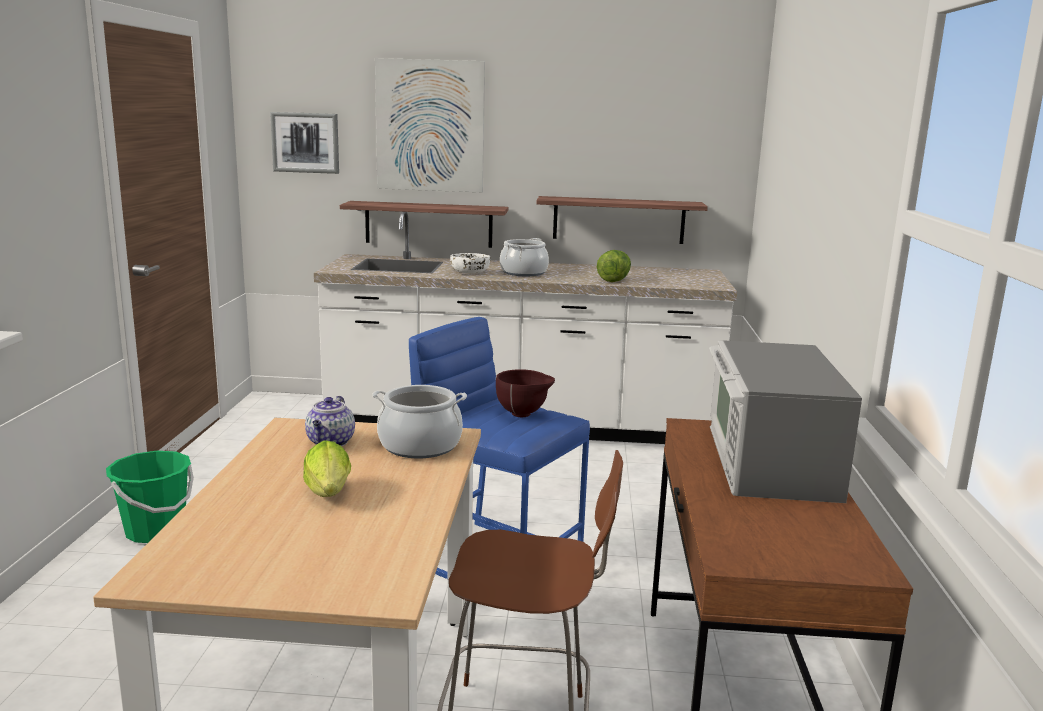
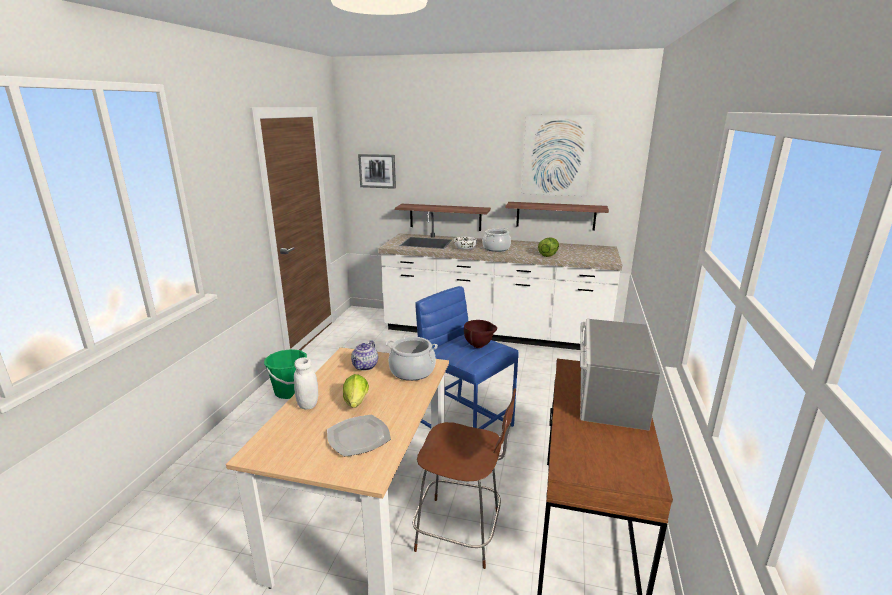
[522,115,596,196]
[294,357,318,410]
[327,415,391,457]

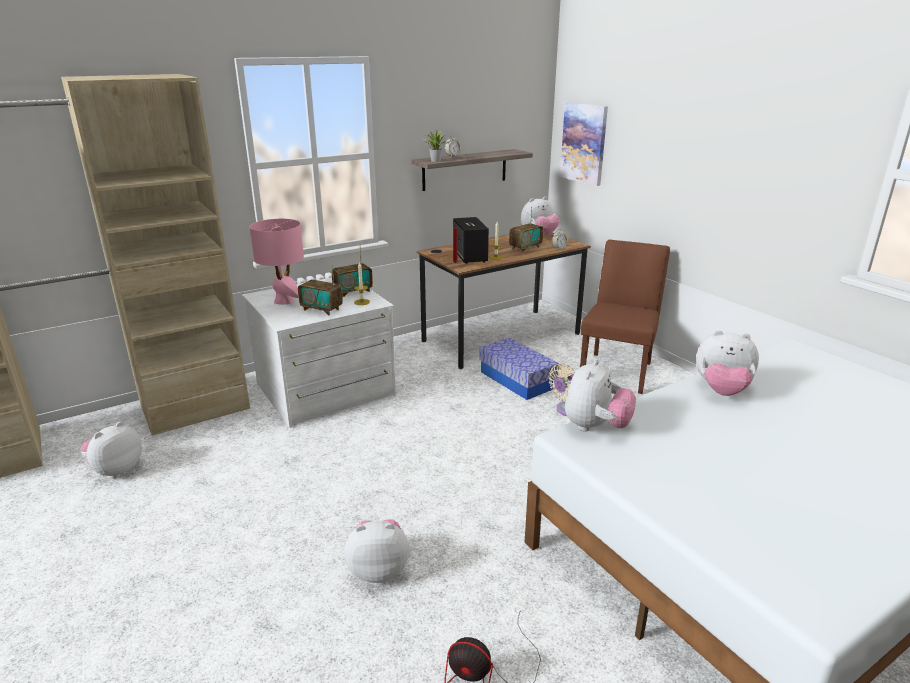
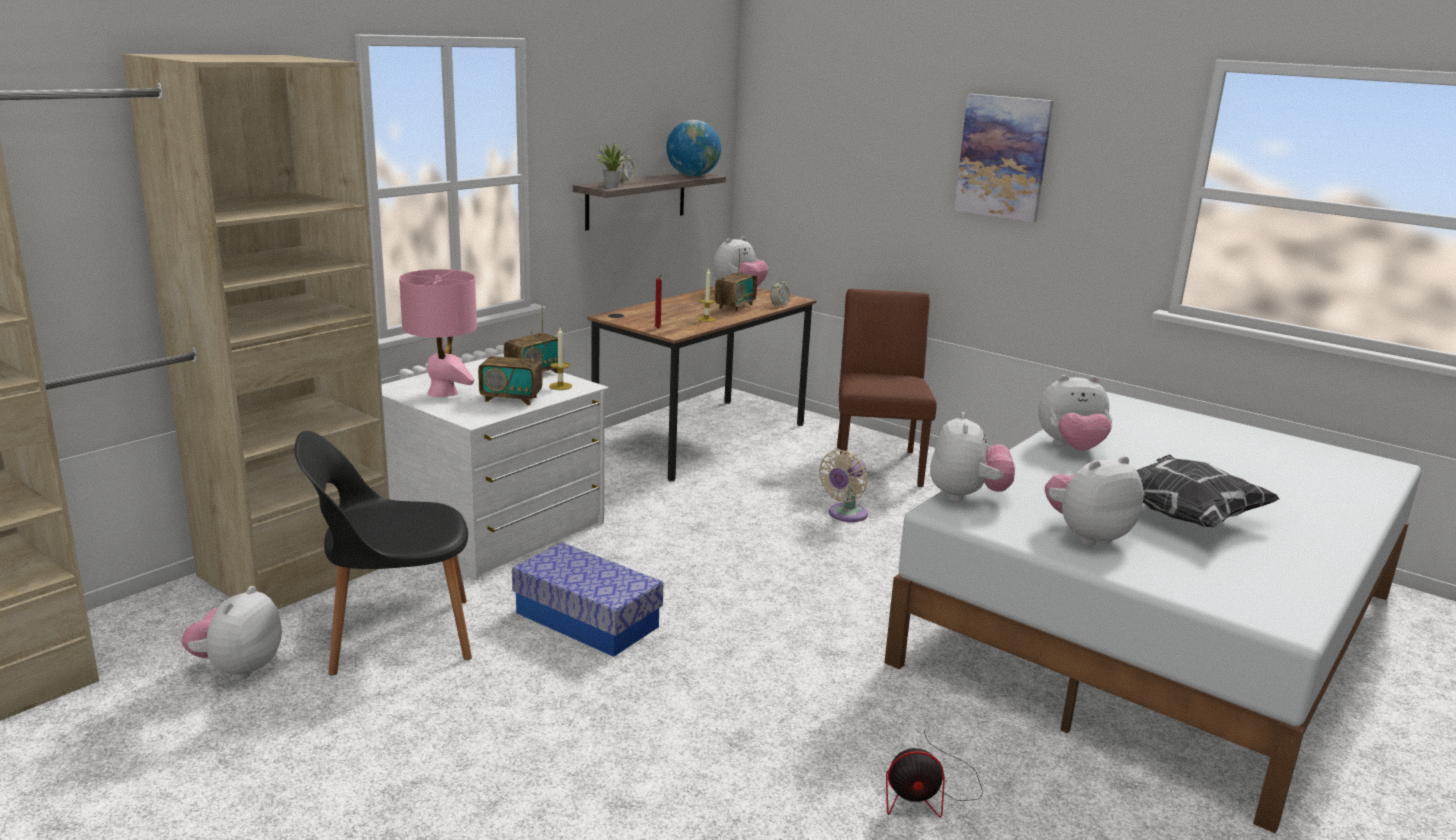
[954,94,1054,222]
[453,217,489,264] (first image)
[512,542,664,657]
[1045,456,1144,546]
[666,120,721,176]
[294,431,472,676]
[1136,454,1280,527]

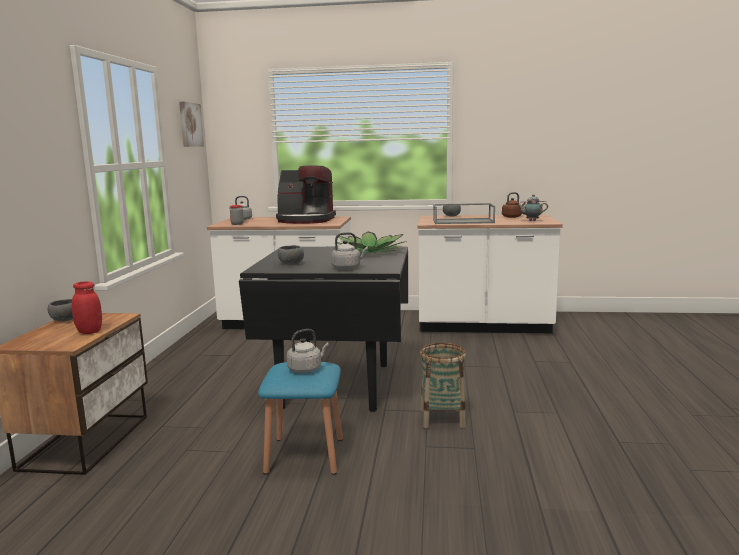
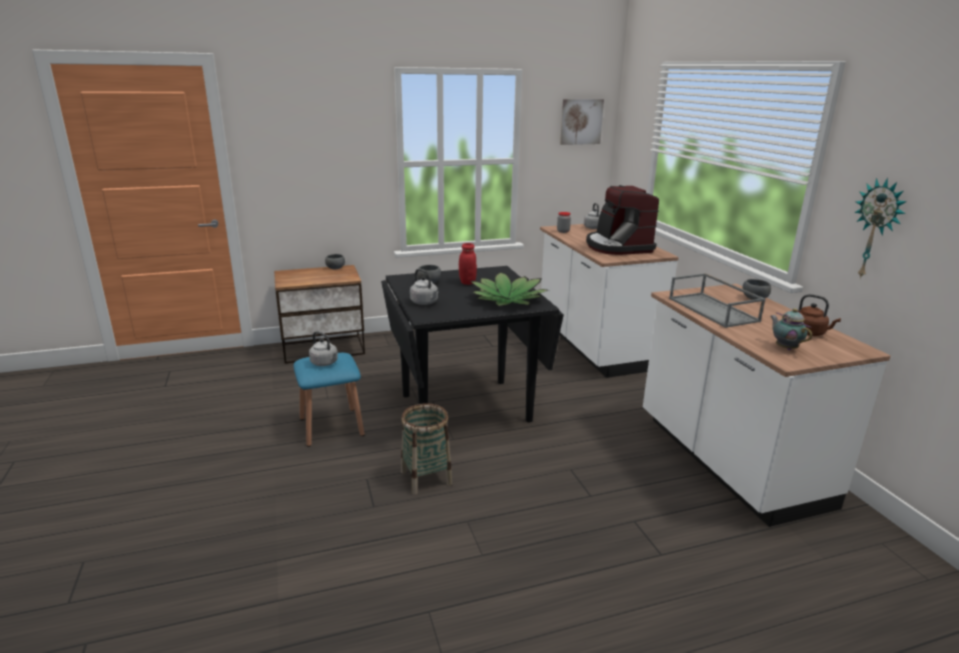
[459,243,477,285]
[854,178,907,279]

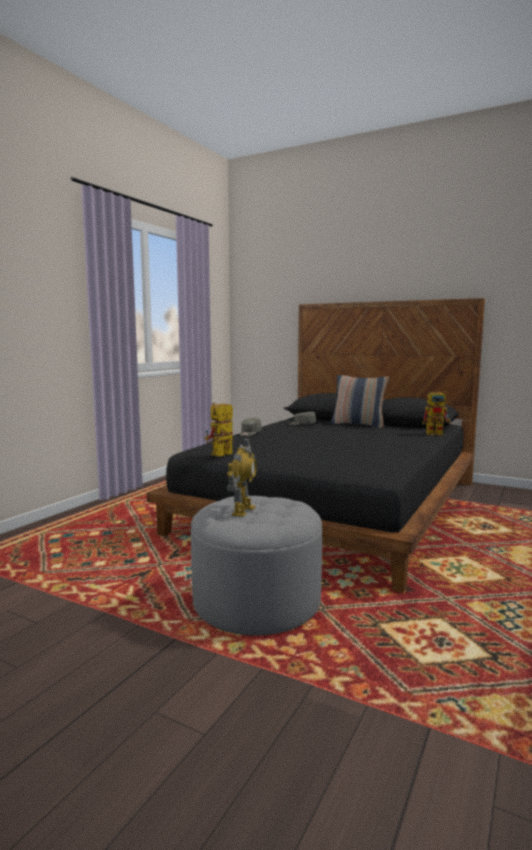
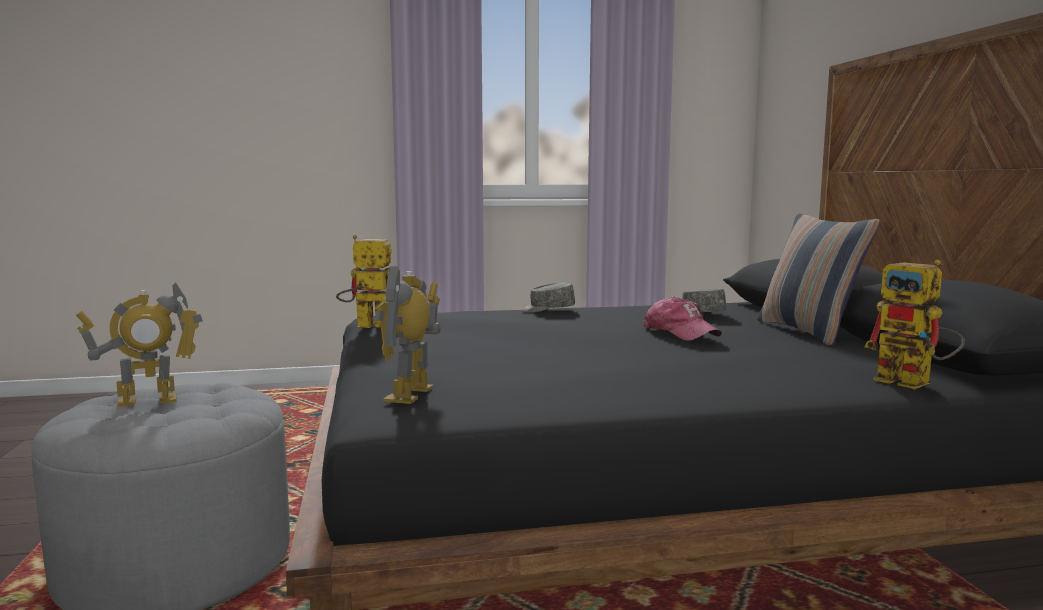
[375,266,441,404]
[643,296,722,341]

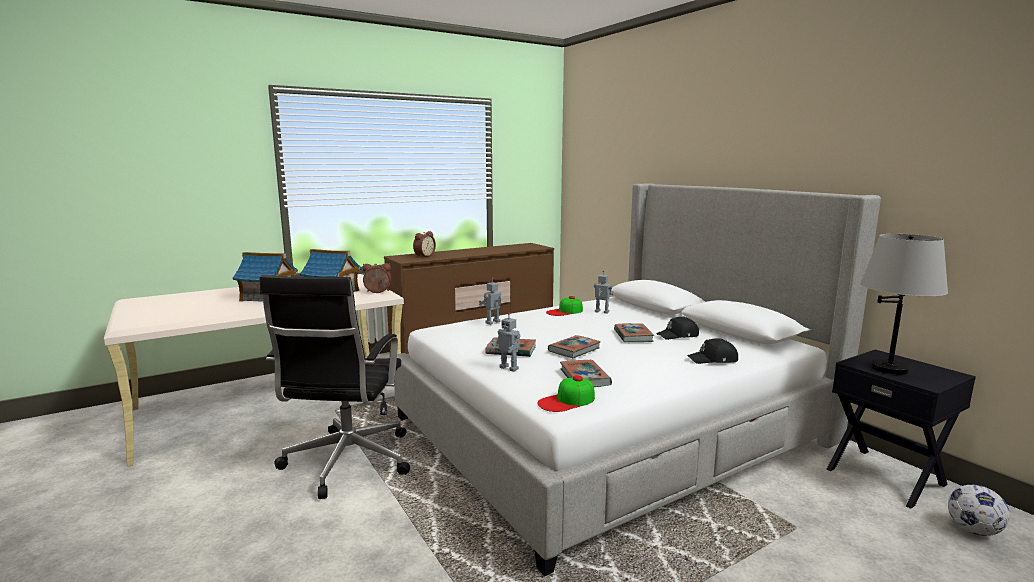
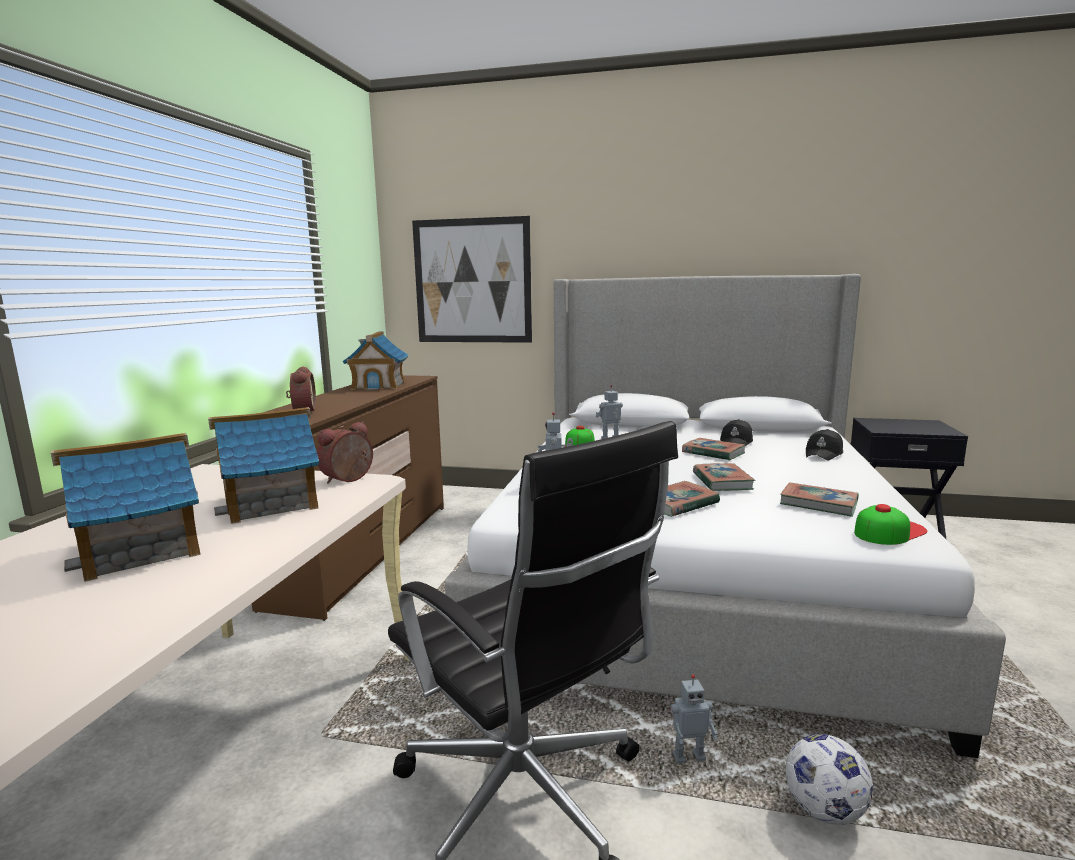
[860,234,948,375] (first image)
[670,674,718,763]
[854,504,928,545]
[786,734,873,825]
[412,216,532,343]
[343,332,409,390]

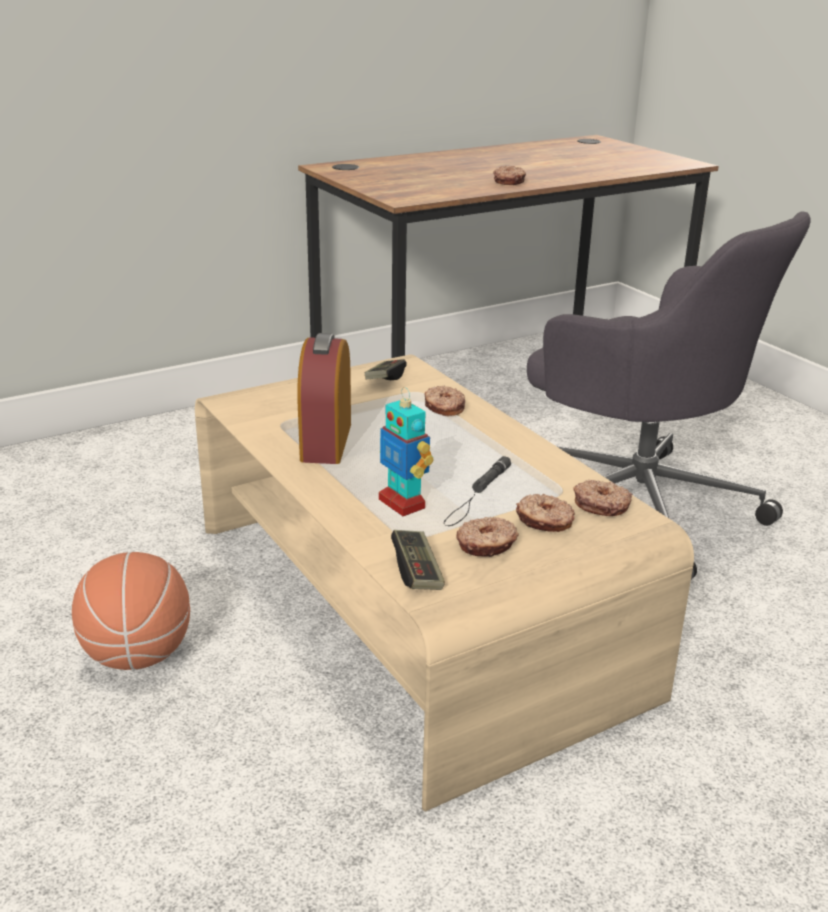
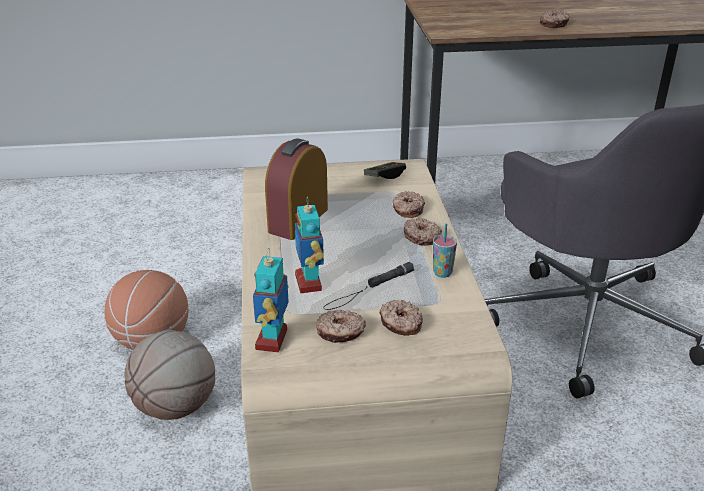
[404,218,442,246]
[253,248,289,352]
[433,223,457,278]
[124,330,215,420]

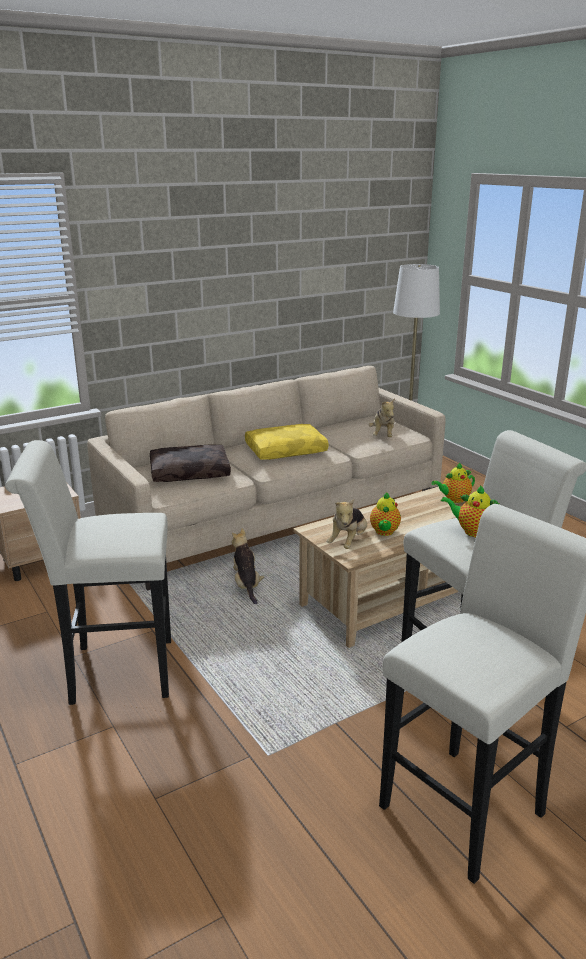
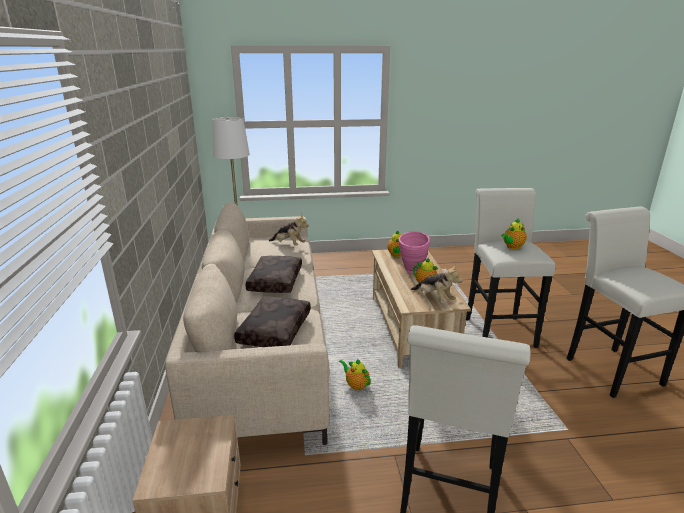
[246,256,302,293]
[339,358,371,390]
[399,232,430,273]

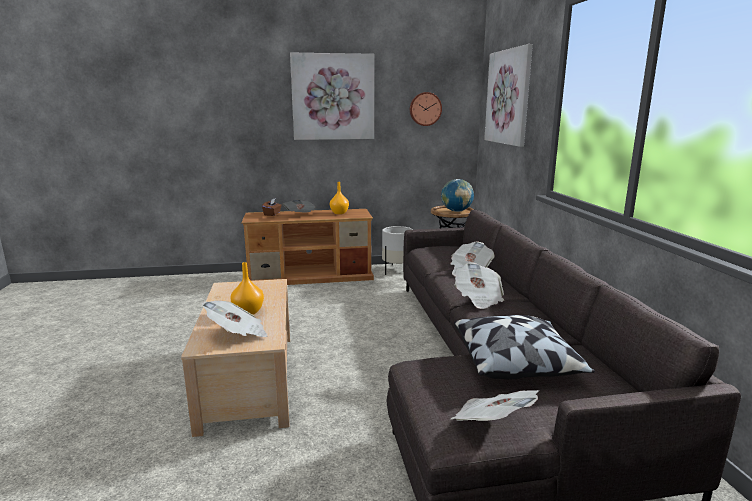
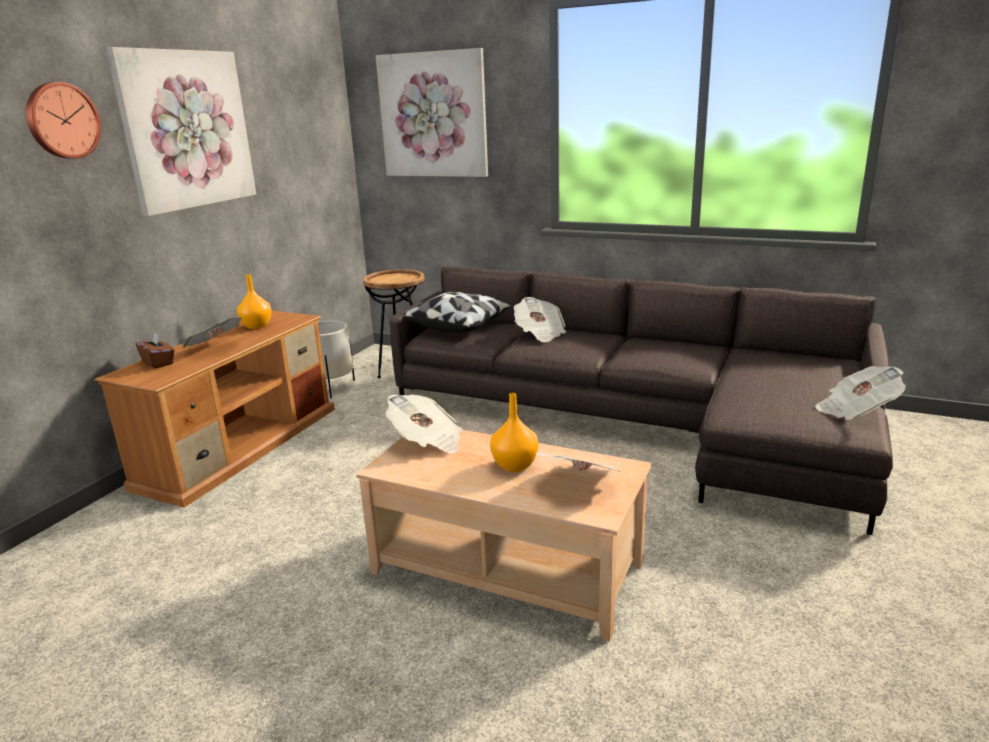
[26,82,101,159]
[441,179,474,212] (first image)
[385,394,463,453]
[404,292,510,332]

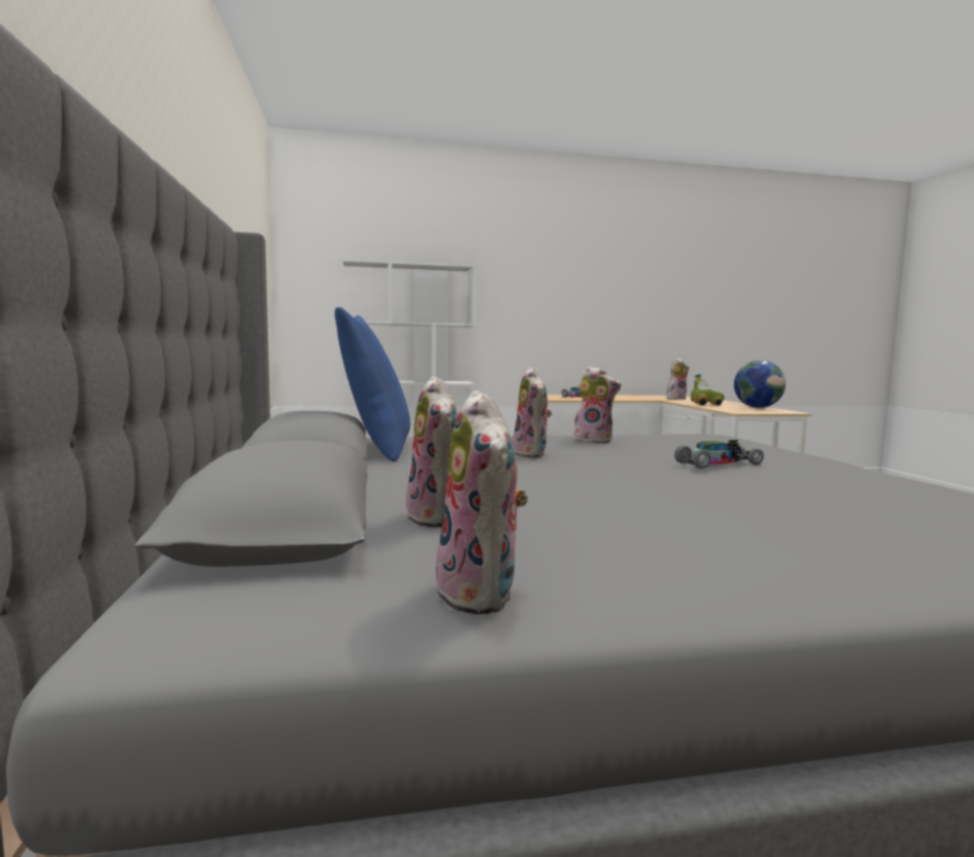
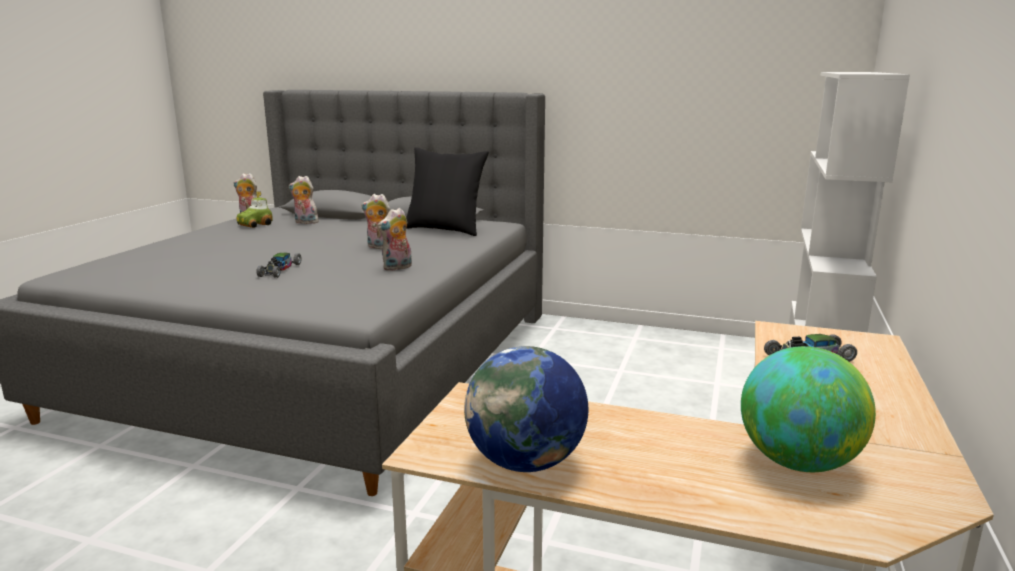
[406,147,489,236]
[741,346,876,472]
[236,191,272,228]

